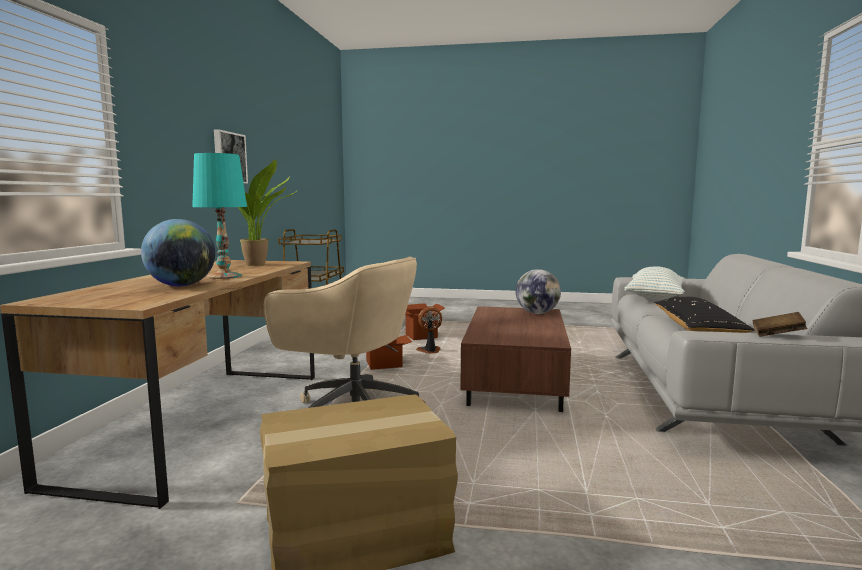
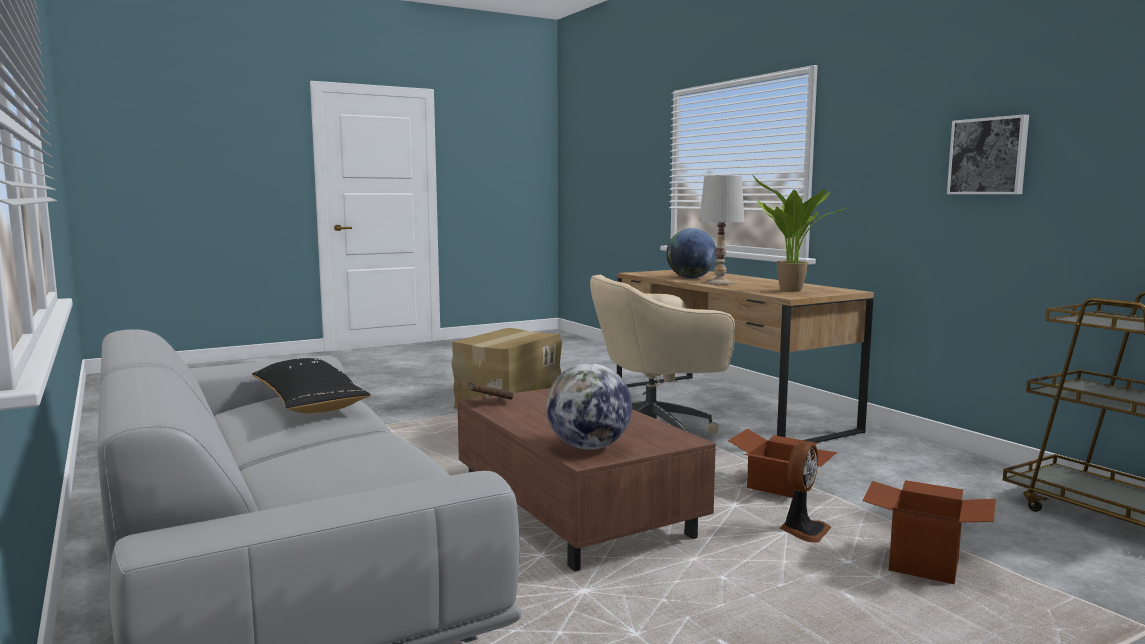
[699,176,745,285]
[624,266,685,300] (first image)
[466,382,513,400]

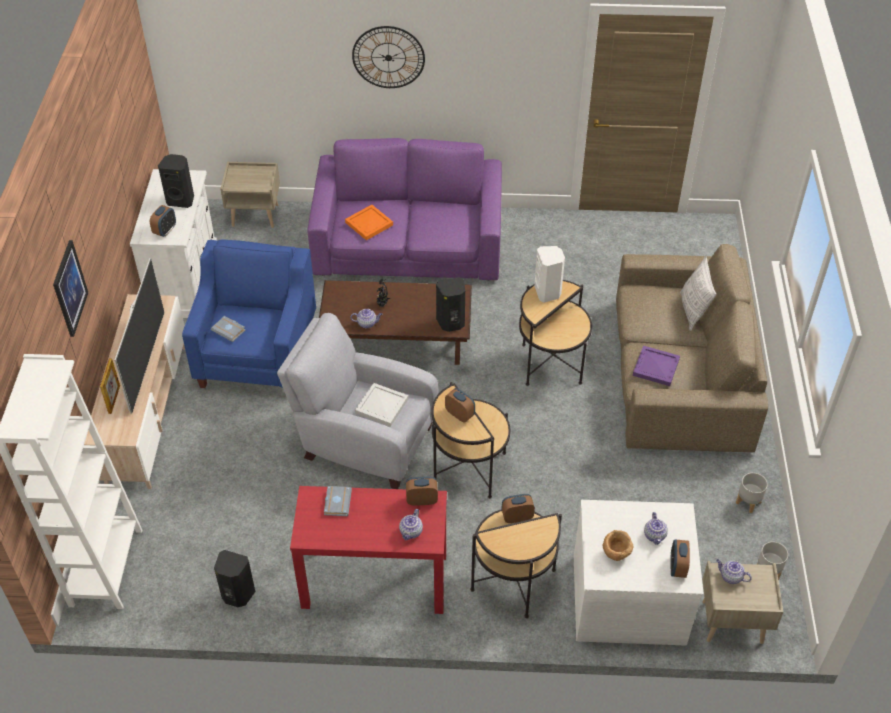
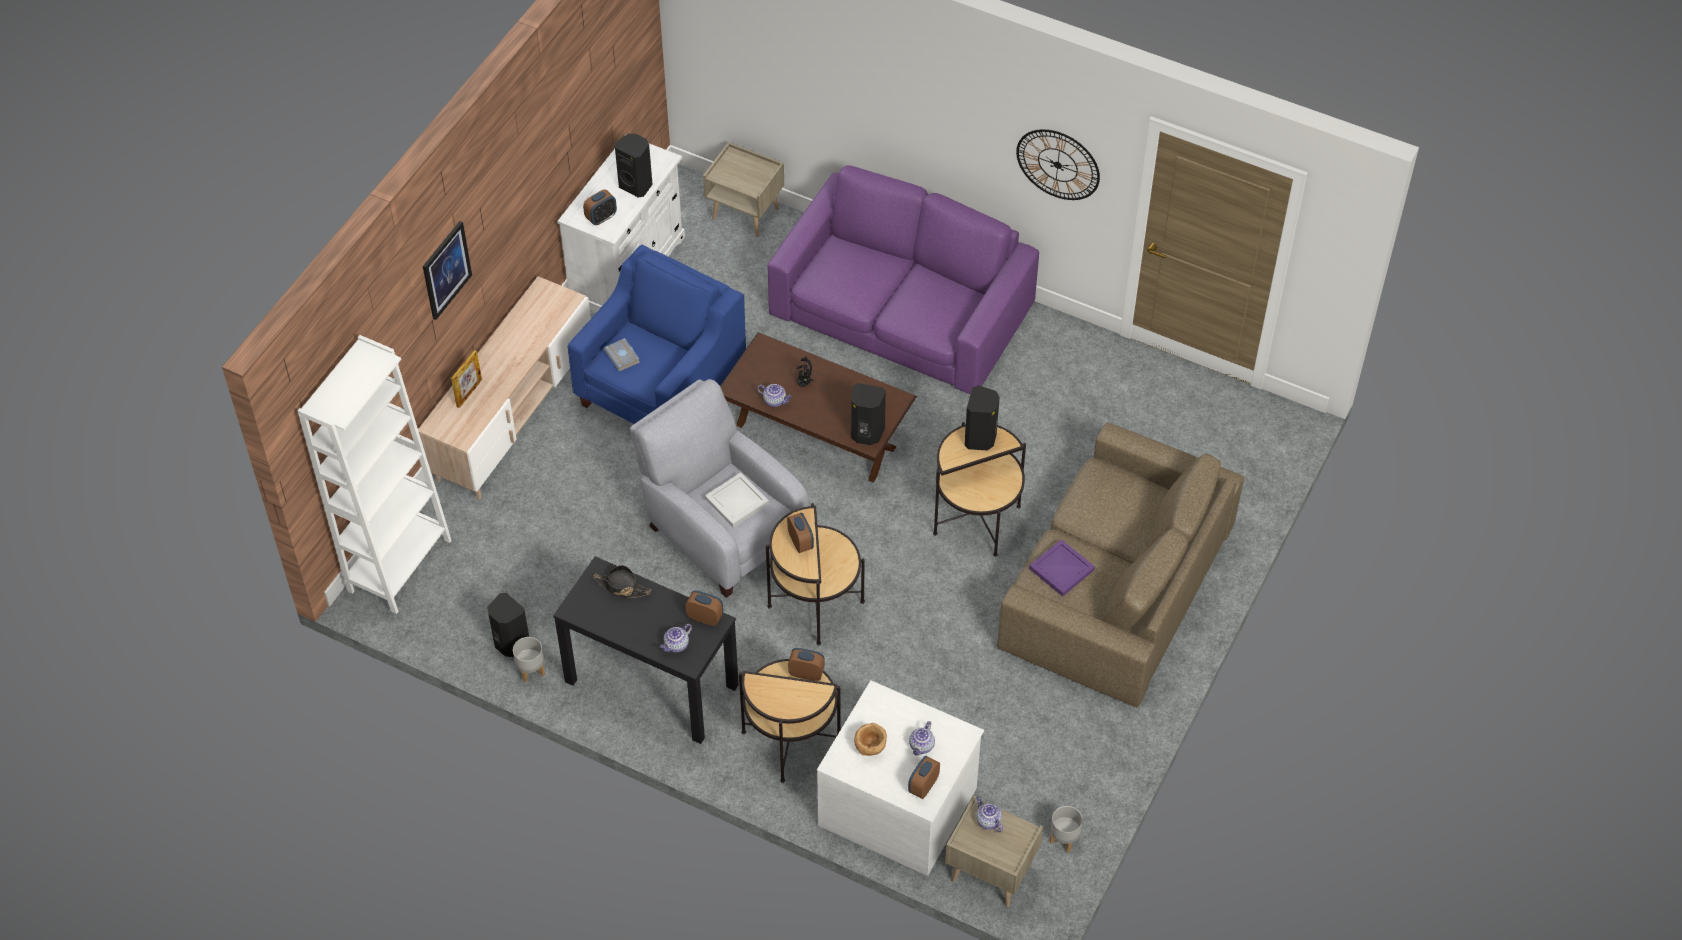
[1016,129,1100,200]
[345,205,393,240] (first image)
[965,385,1000,451]
[680,256,716,331] (first image)
[114,258,164,414] (first image)
[513,637,545,682]
[553,556,739,744]
[593,565,651,598]

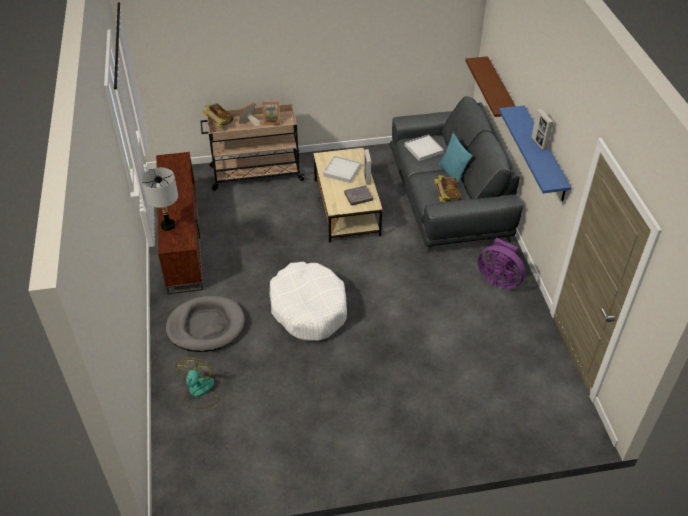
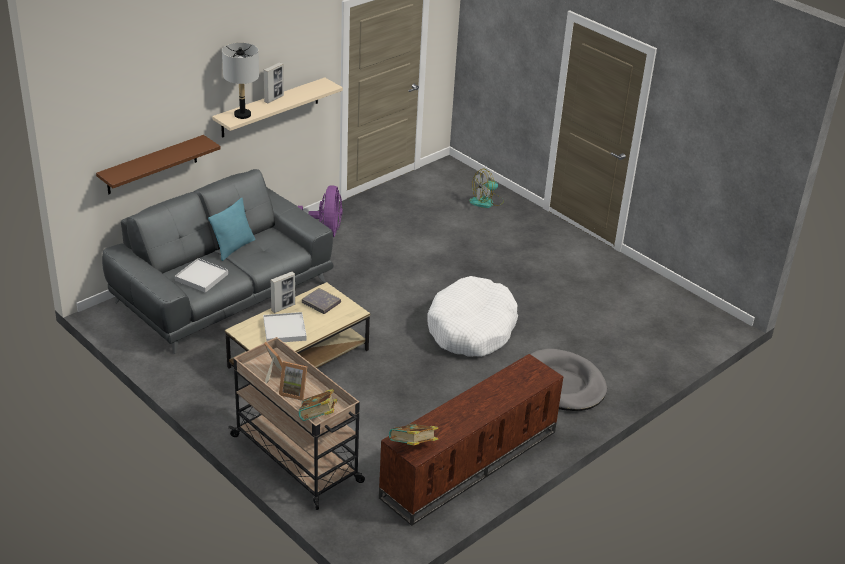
[212,77,343,138]
[222,43,259,119]
[389,424,438,445]
[469,169,504,208]

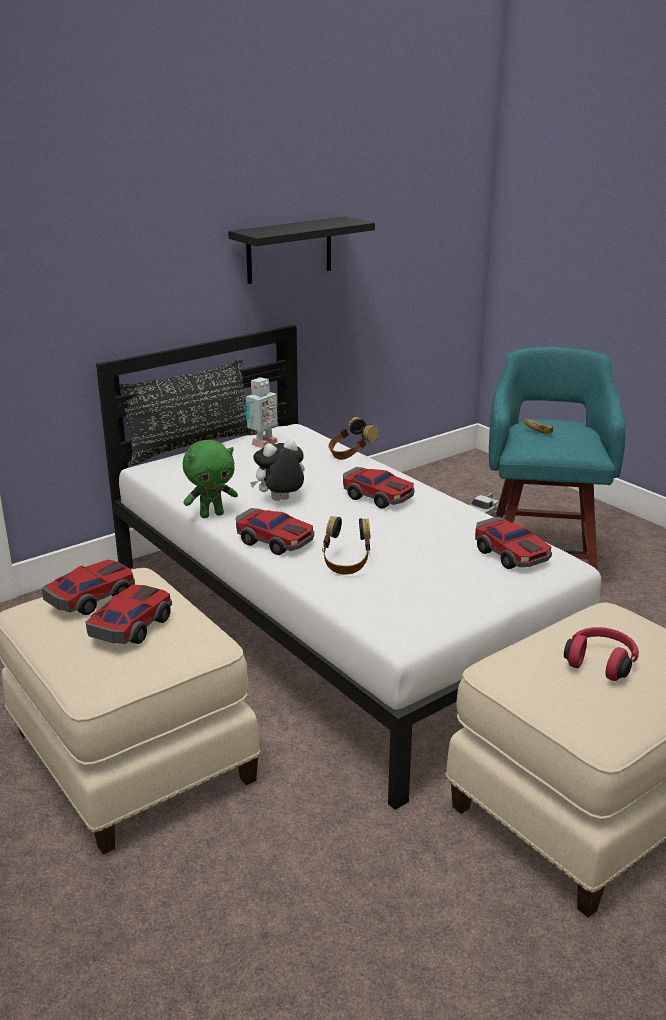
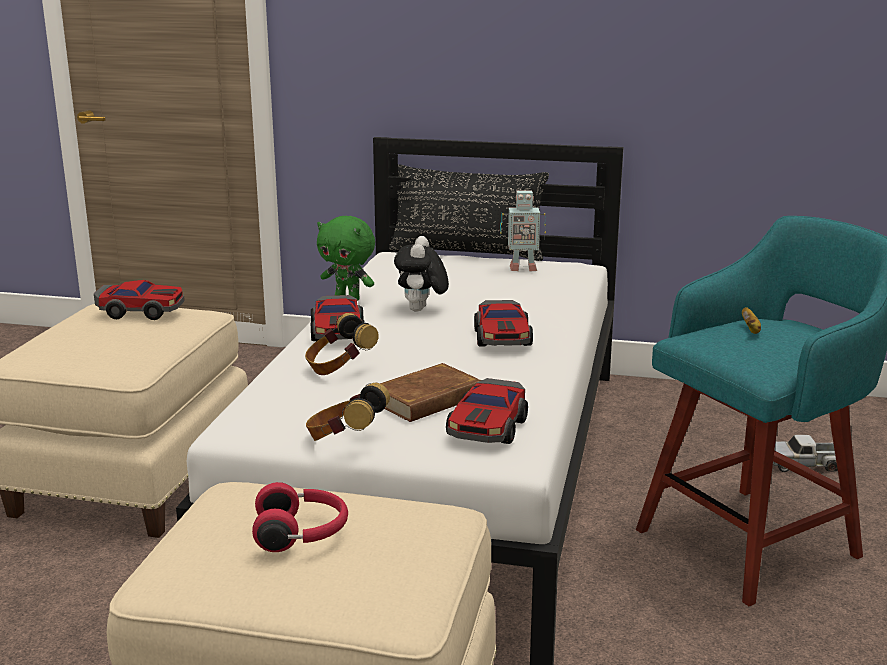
[228,216,375,284] (first image)
[306,383,390,441]
[394,236,449,311]
[86,585,172,644] (first image)
[380,363,481,422]

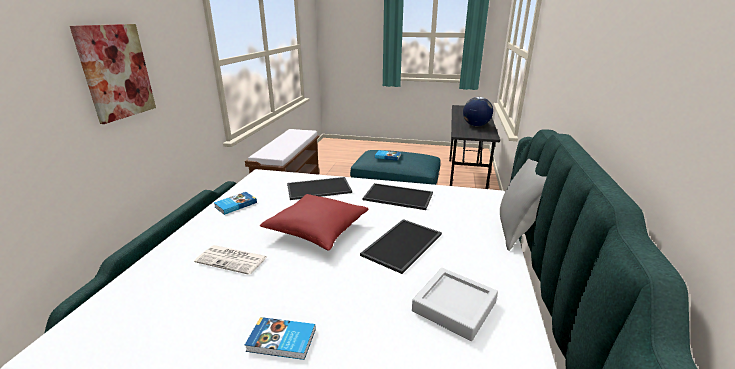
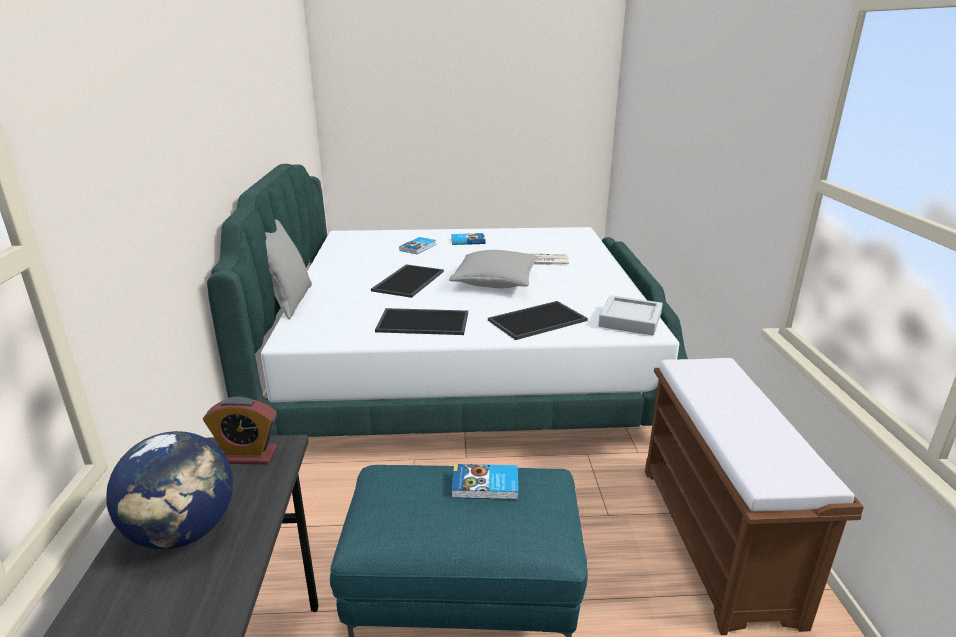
[70,24,156,124] (first image)
[399,237,436,254]
[449,250,538,288]
[598,295,663,335]
[203,396,277,464]

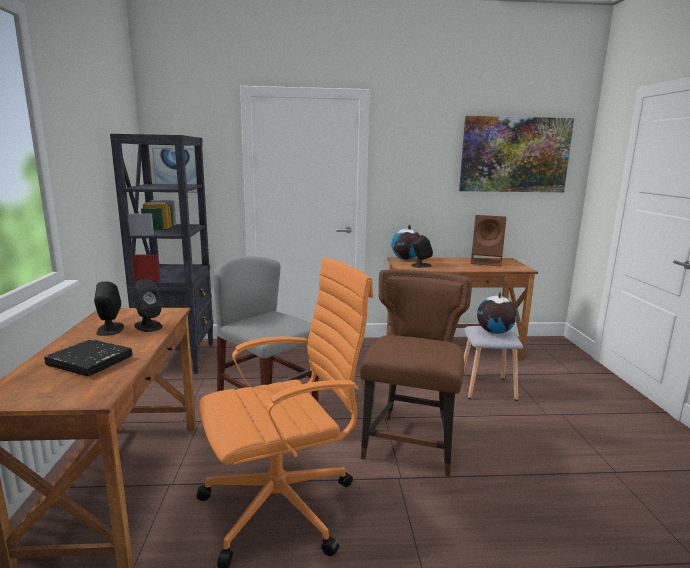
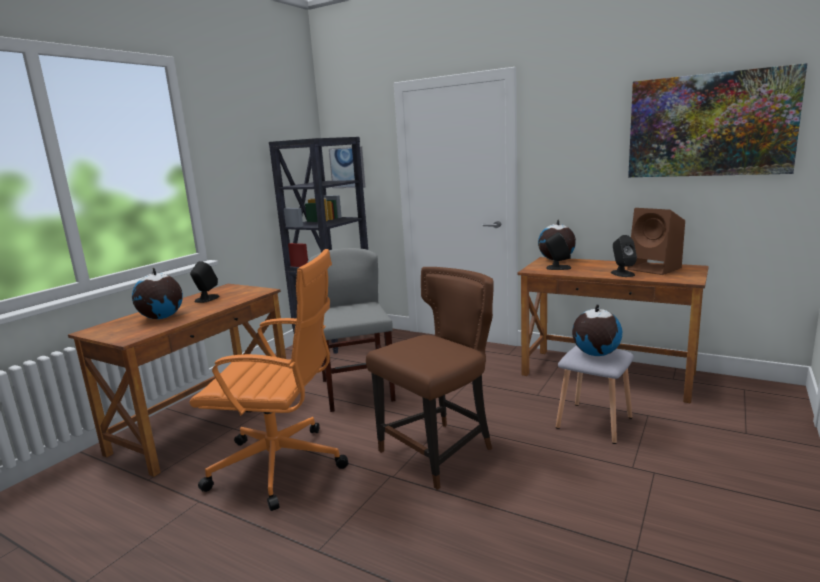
[611,235,637,277]
[132,268,183,319]

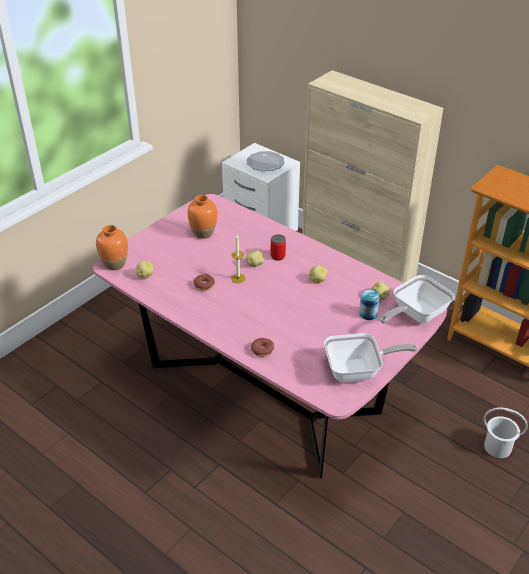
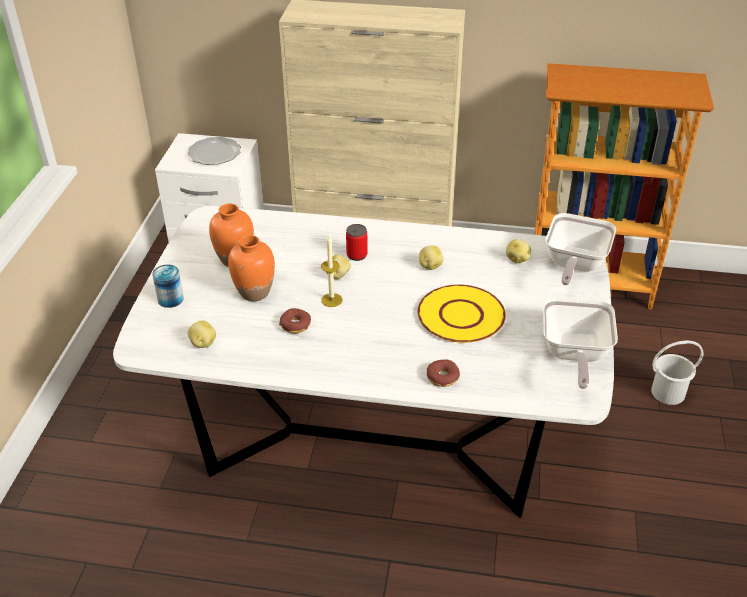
[113,206,614,518]
[228,235,275,301]
[152,265,184,308]
[543,297,618,389]
[418,285,506,343]

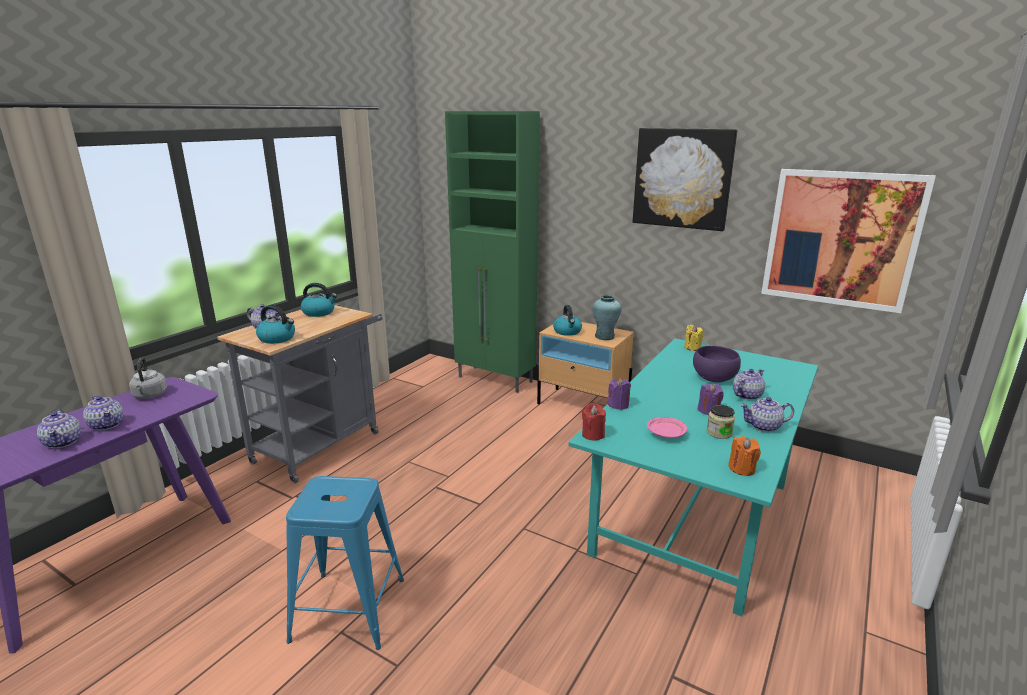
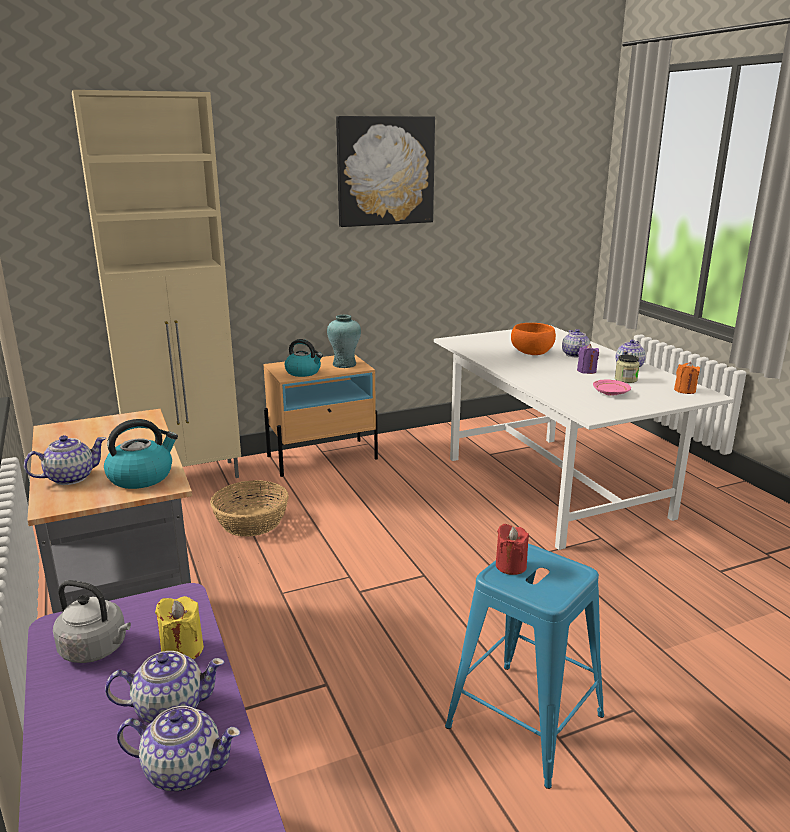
[72,90,241,478]
[761,169,936,313] (first image)
[301,283,337,317] (first image)
[155,596,204,659]
[434,325,734,550]
[511,323,556,355]
[607,378,631,410] (first image)
[496,523,529,575]
[210,480,289,537]

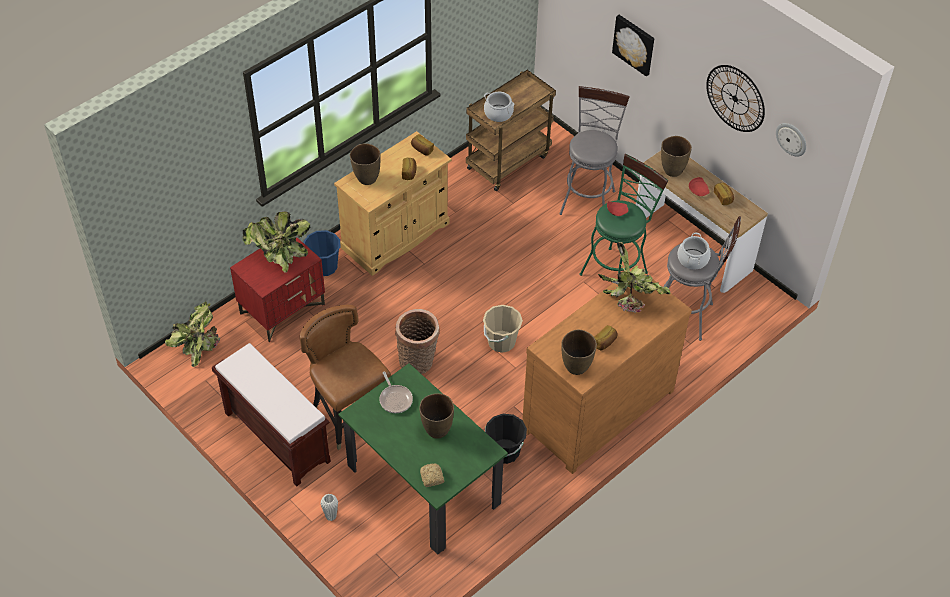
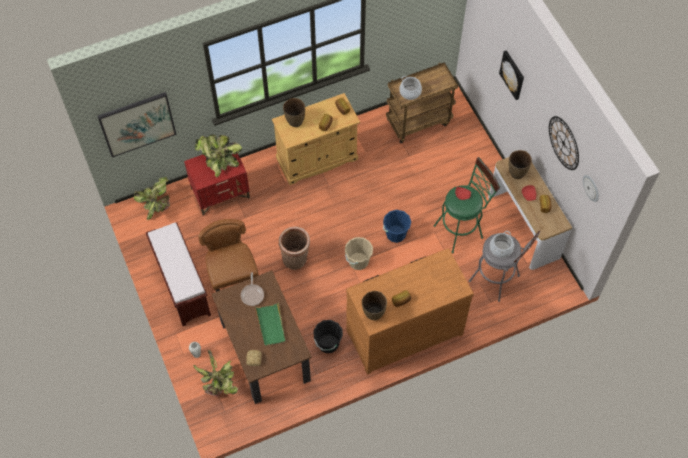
[559,86,630,215] (first image)
[383,210,411,243]
[193,350,238,396]
[212,270,312,404]
[255,302,285,346]
[97,92,176,157]

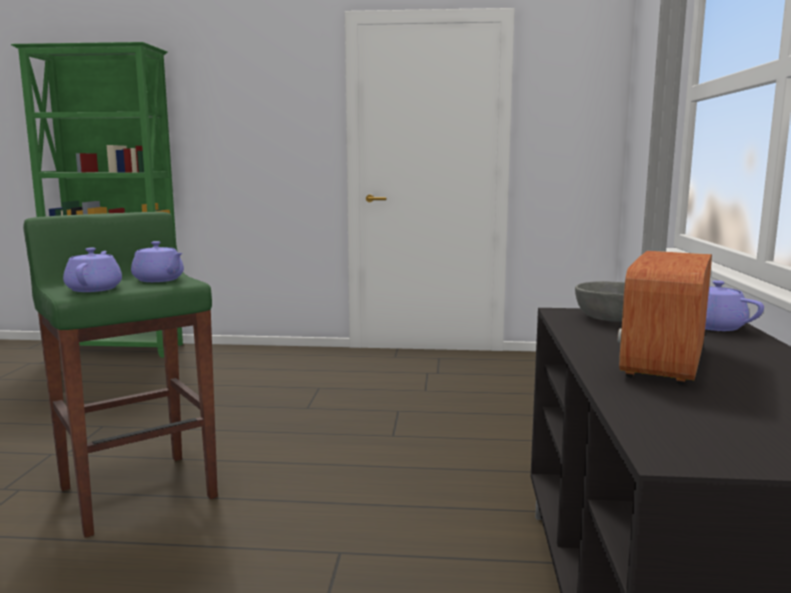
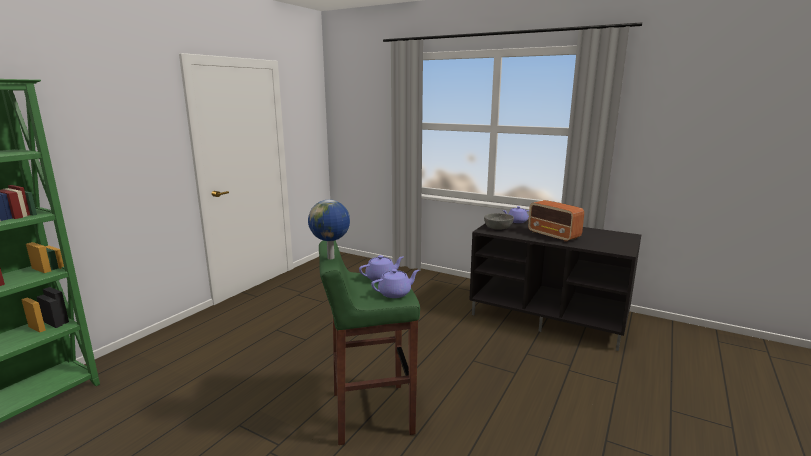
[371,269,419,298]
[308,200,350,259]

